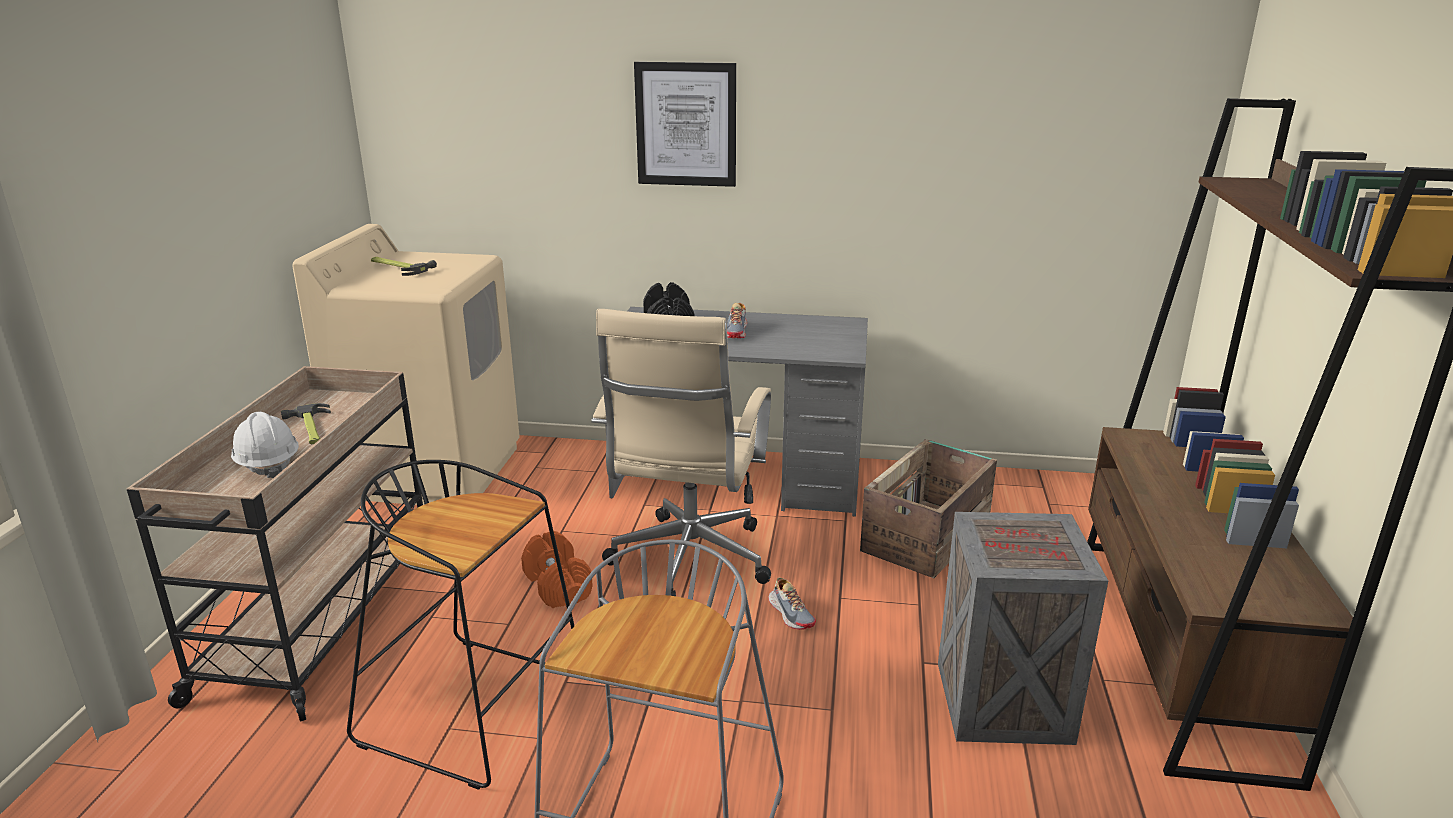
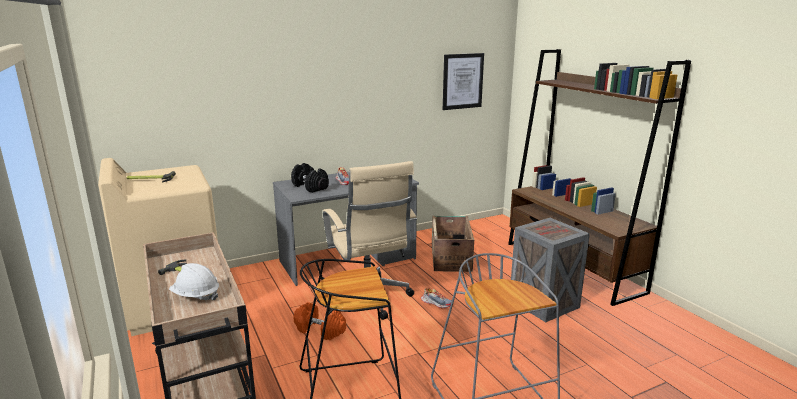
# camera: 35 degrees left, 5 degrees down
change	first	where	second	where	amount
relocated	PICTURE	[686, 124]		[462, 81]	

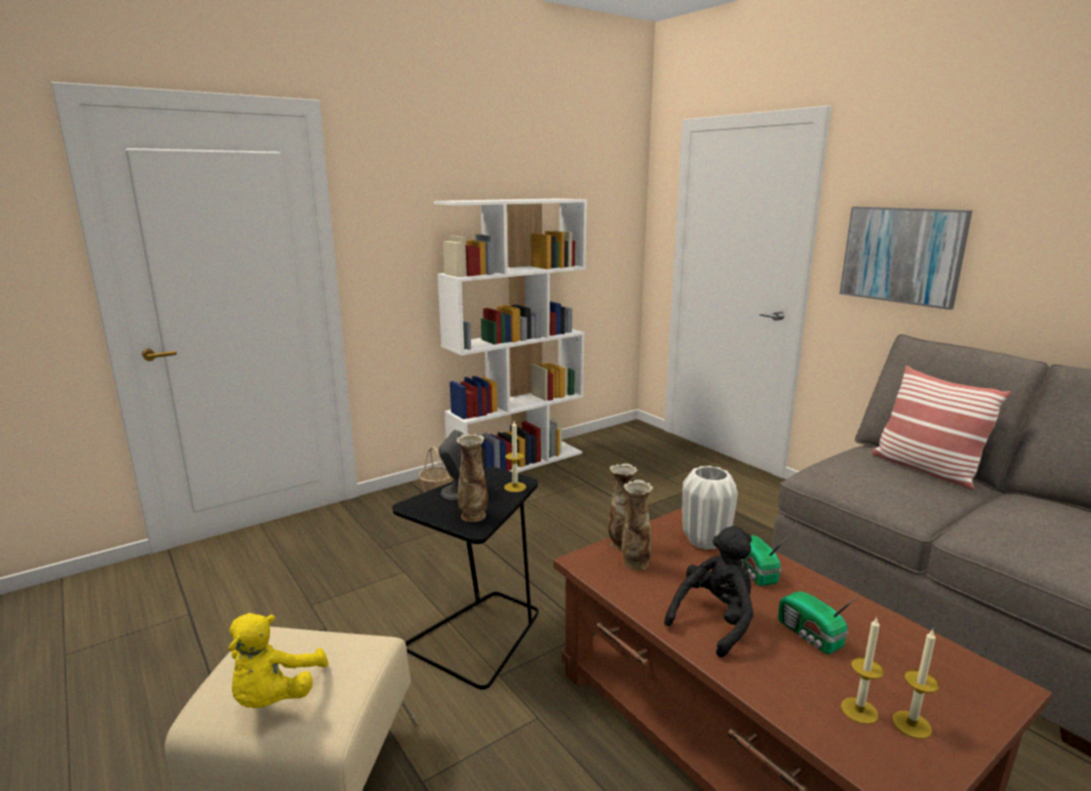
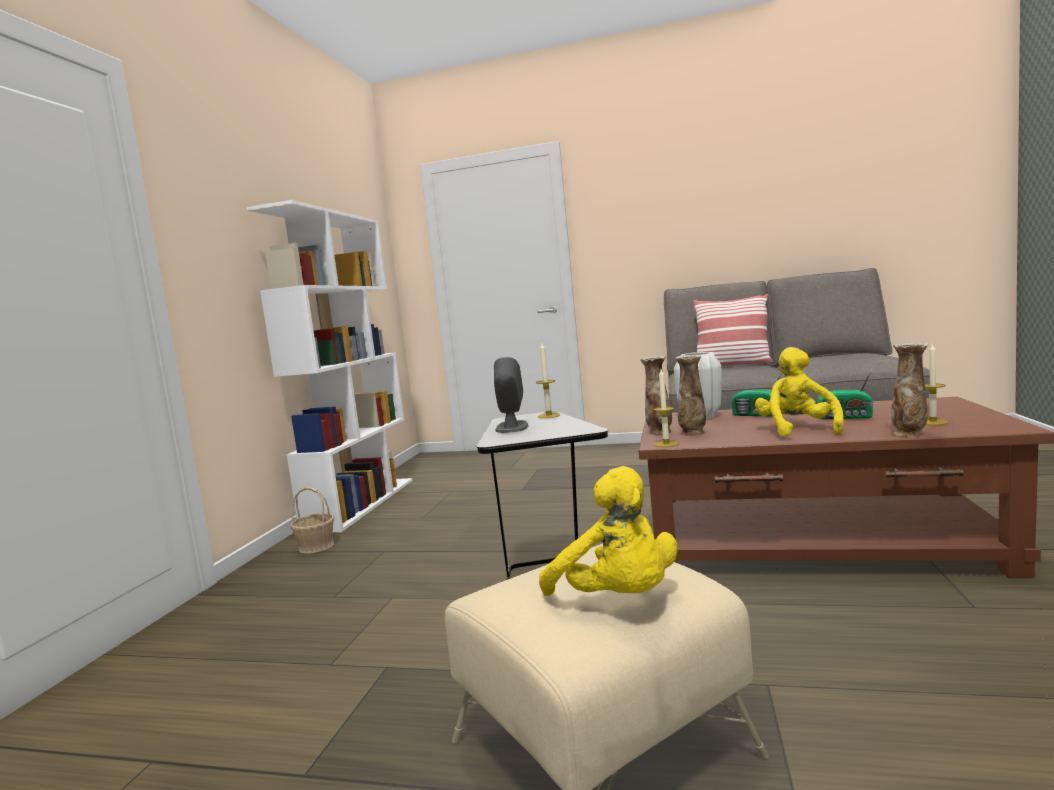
# camera: 40 degrees left, 10 degrees down
change	first	where	second	where	amount
relocated	CANDLE	[911, 724]		[666, 444]	
colour	BLACK PLUSH TOY	[715, 621]	YELLOW PLUSH TOY	[797, 429]	
relocated	VASE	[473, 516]		[910, 434]	
missing	PICTURE	[902, 255]			

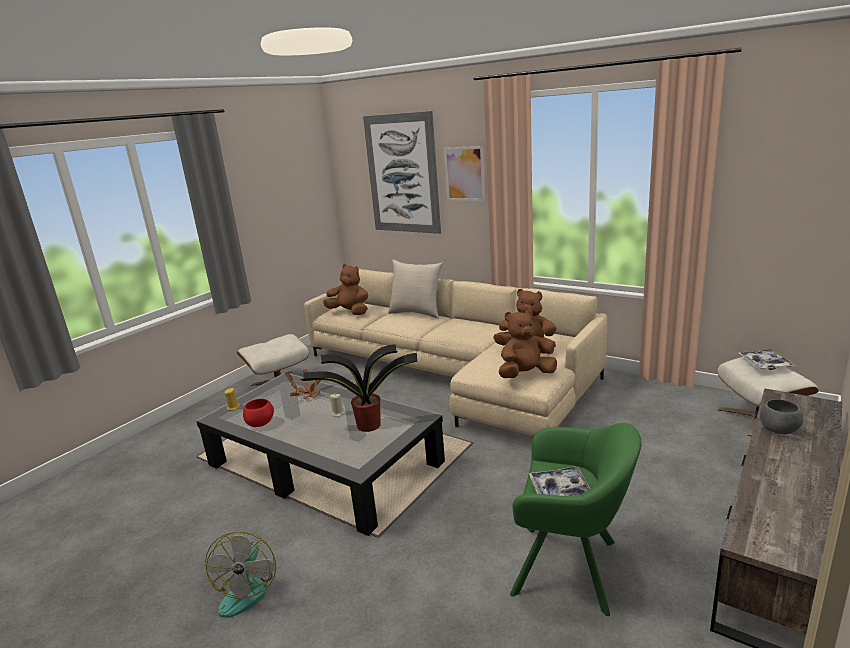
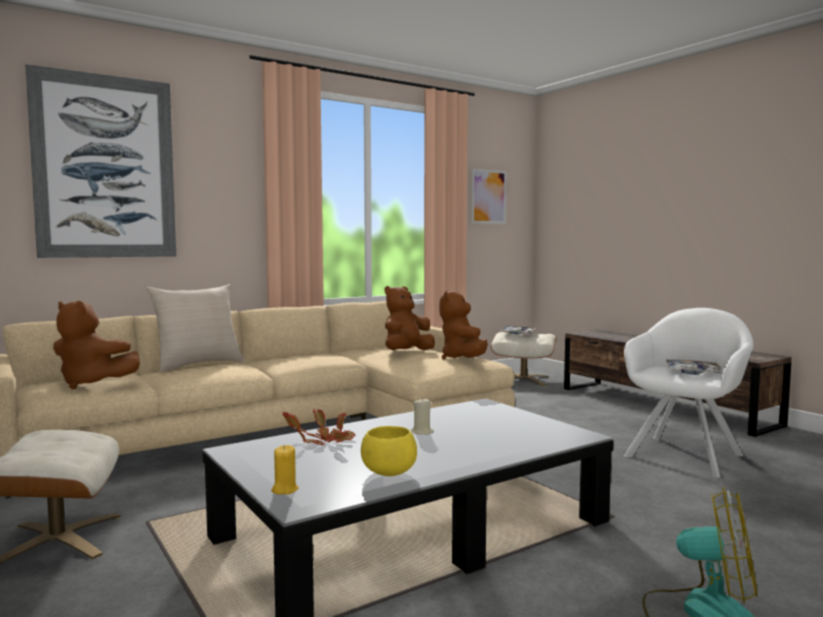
# camera: 70 degrees left, 15 degrees down
change	first	where	second	where	amount
spun	BROWN PLUSH TOY	[350, 312]		[91, 383]	120 degrees counterclockwise
colour	RED BOWL	[261, 424]	YELLOW BOWL	[389, 473]	
relocated	PICTURE	[464, 174]		[488, 196]	
colour	GREEN ARMCHAIR	[572, 569]	WHITE ARMCHAIR	[686, 454]	
missing	POTTED PLANT	[367, 425]			
missing	GREY BOWL	[779, 430]			

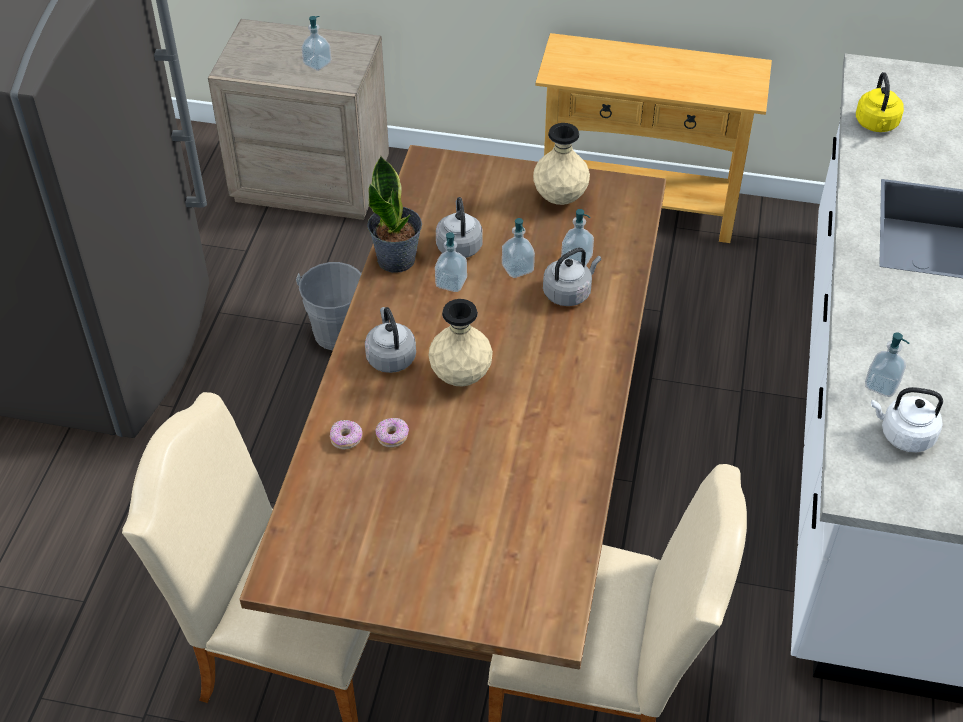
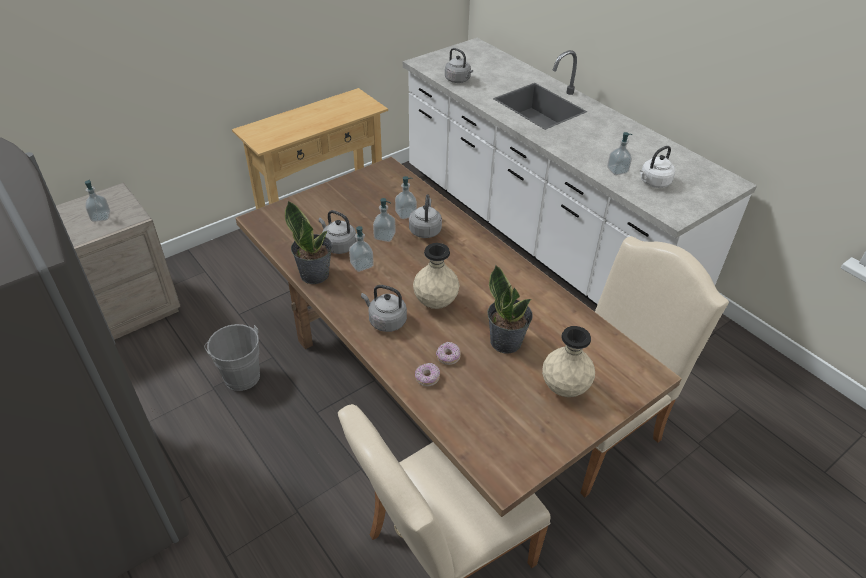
# camera: 50 degrees left, 5 degrees down
change	first	where	second	where	amount
colour	YELLOW KETTLE	[876, 125]	GREY KETTLE	[458, 80]	
appeared			POTTED PLANT	[506, 341]	
relocated	BEIGE VASE	[560, 198]		[564, 388]	

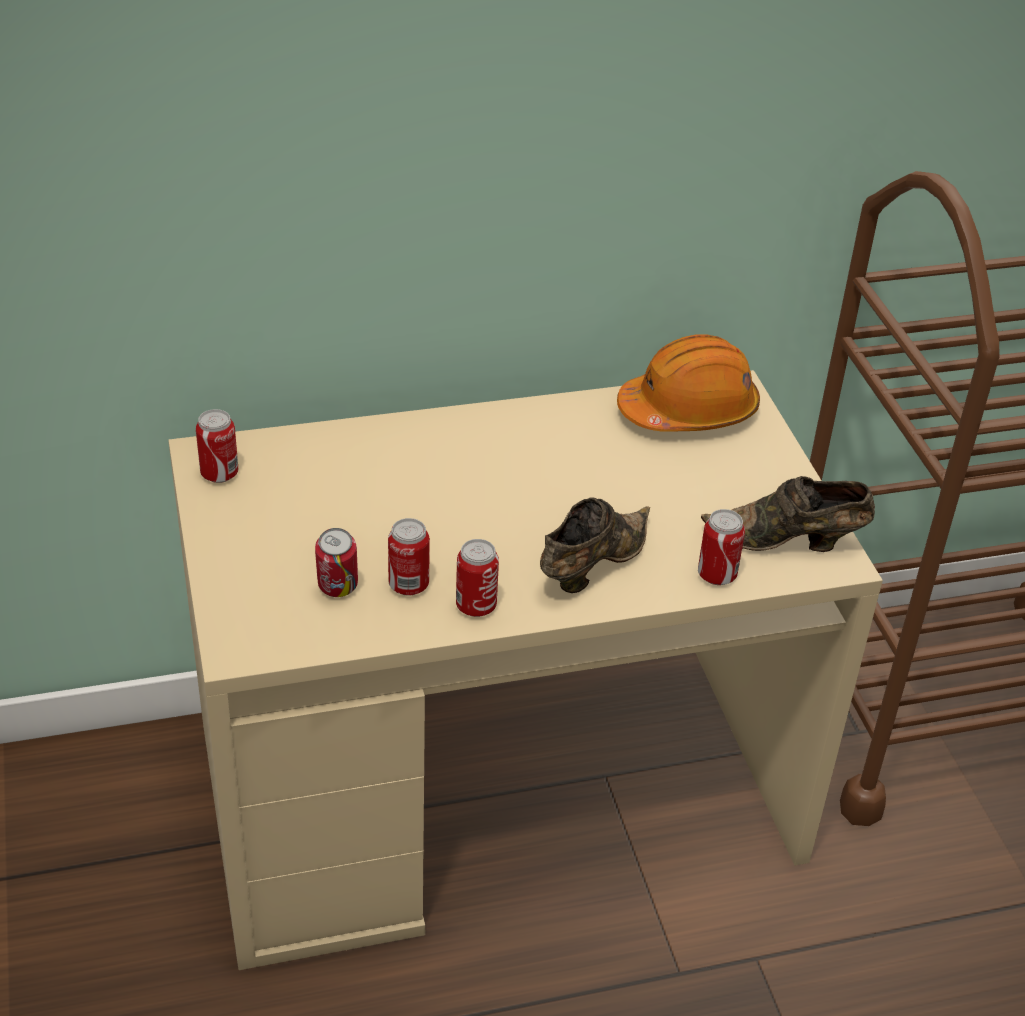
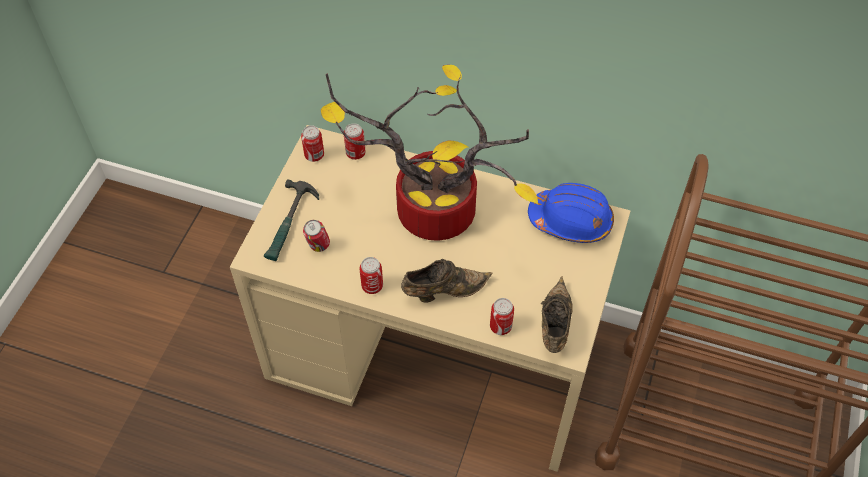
# camera: 35 degrees right, 15 degrees up
change	first	where	second	where	amount
appeared			HAMMER	[290, 224]	
appeared			POTTED PLANT	[429, 214]	
relocated	CAN	[408, 585]		[355, 153]	
colour	ORANGE HARD HAT	[688, 411]	BLUE HARD HAT	[571, 221]	
spun	BROWN SHOE	[788, 542]		[554, 326]	60 degrees clockwise

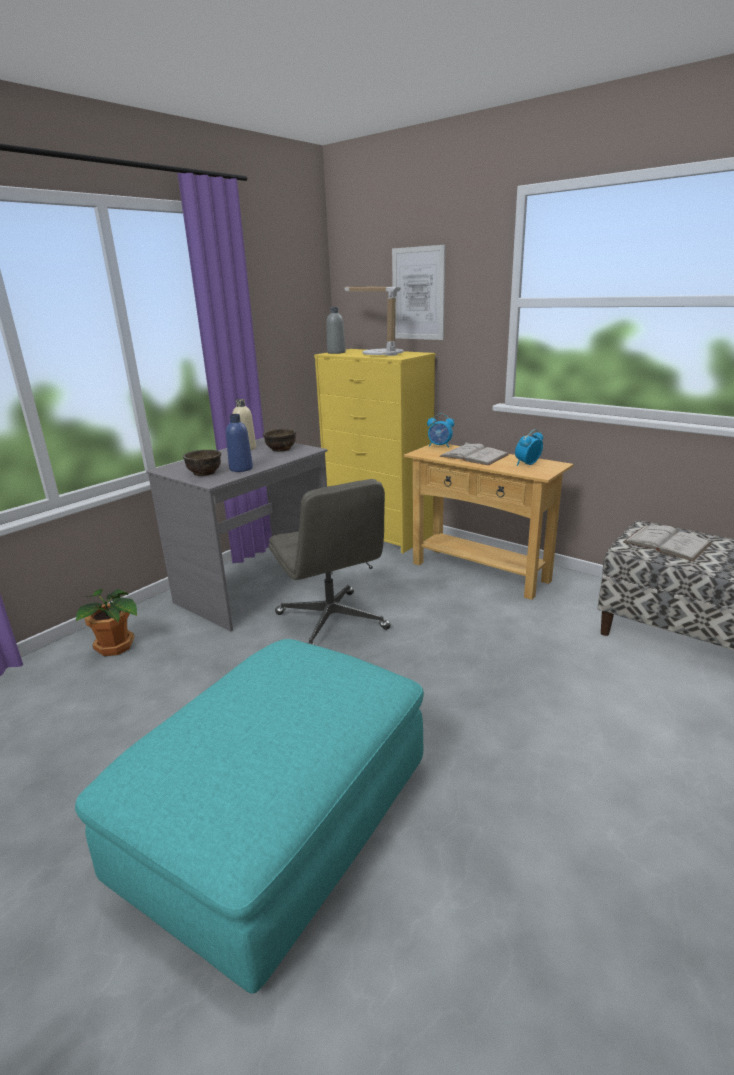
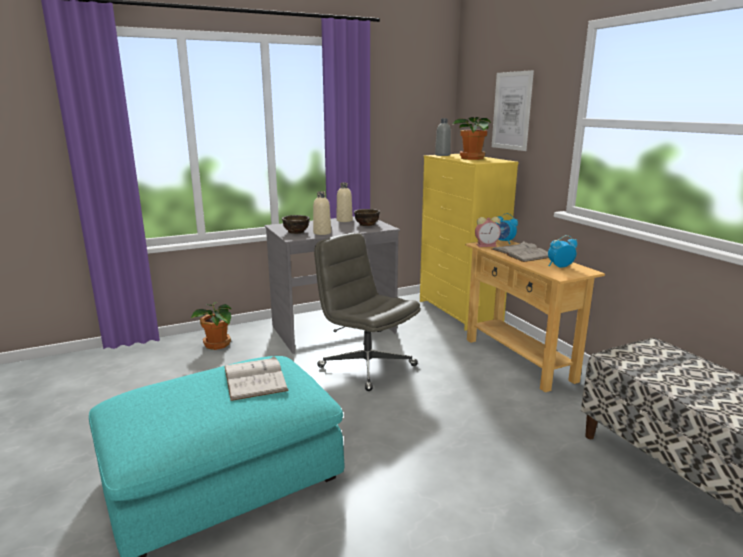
# camera: 25 degrees right, 5 degrees down
change	first	where	second	where	amount
relocated	WHITE BOOK	[666, 543]		[255, 378]	
colour	BLUE BOTTLE	[241, 469]	BEIGE BOTTLE	[322, 233]	
spun	GREY OFFICE CHAIR	[332, 622]		[366, 366]	135 degrees clockwise
exchanged	TABLE LAMP	[379, 353]	POTTED PLANT	[471, 158]	
appeared			ALARM CLOCK	[487, 245]	

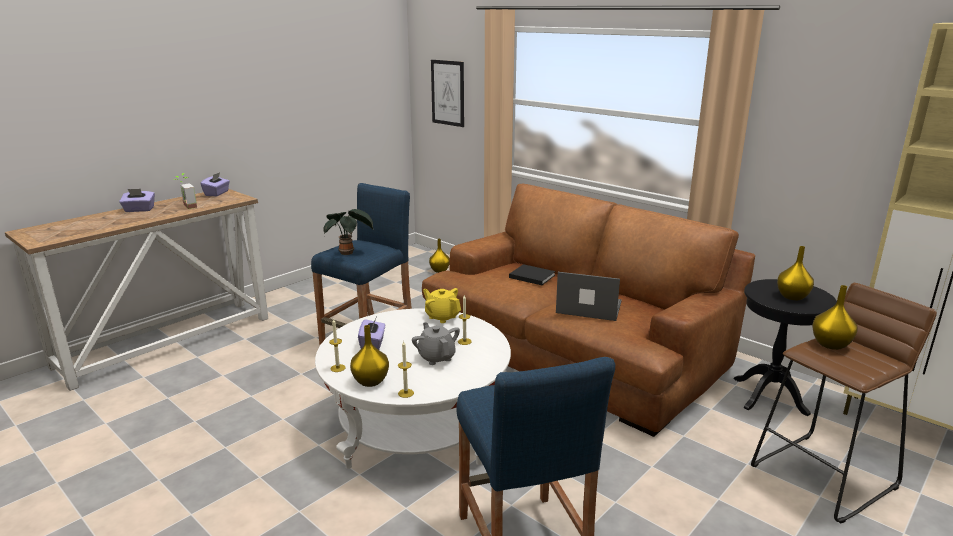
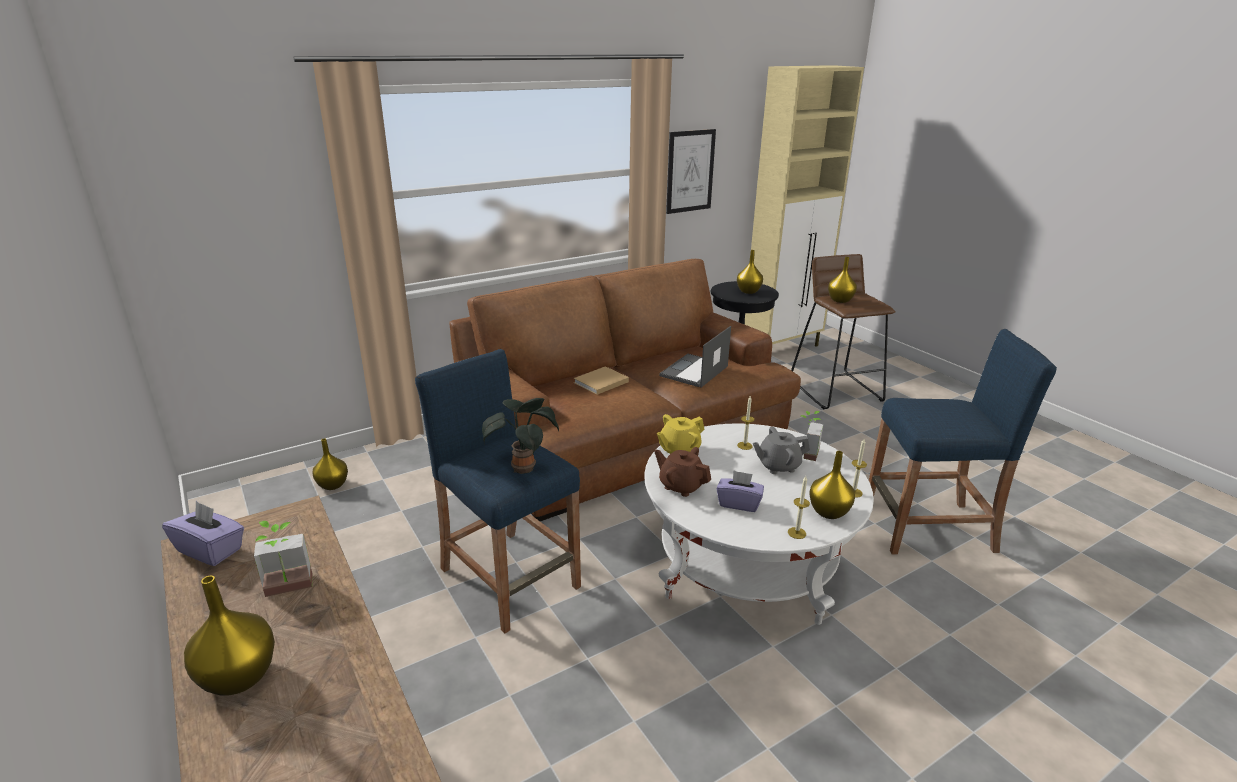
# camera: 75 degrees left, 5 degrees up
change	first	where	second	where	amount
exchanged	PURPLE TISSUE BOX	[139, 210]	YELLOW VASE	[238, 676]	
colour	BLACK BOOK	[531, 276]	BEIGE BOOK	[600, 382]	
appeared			BROWN TEAPOT	[681, 486]	
relocated	PICTURE	[448, 93]		[690, 171]	
appeared			POTTED PLANT	[806, 452]	

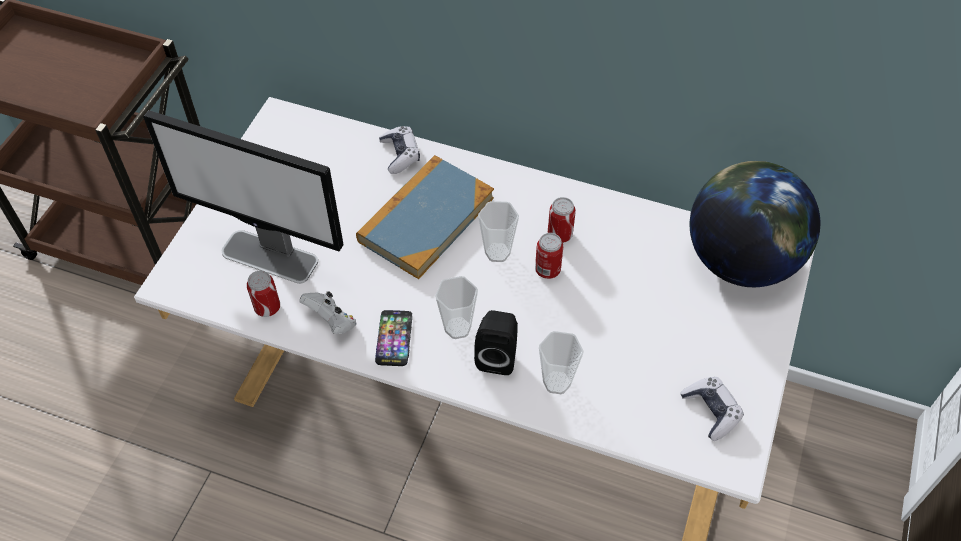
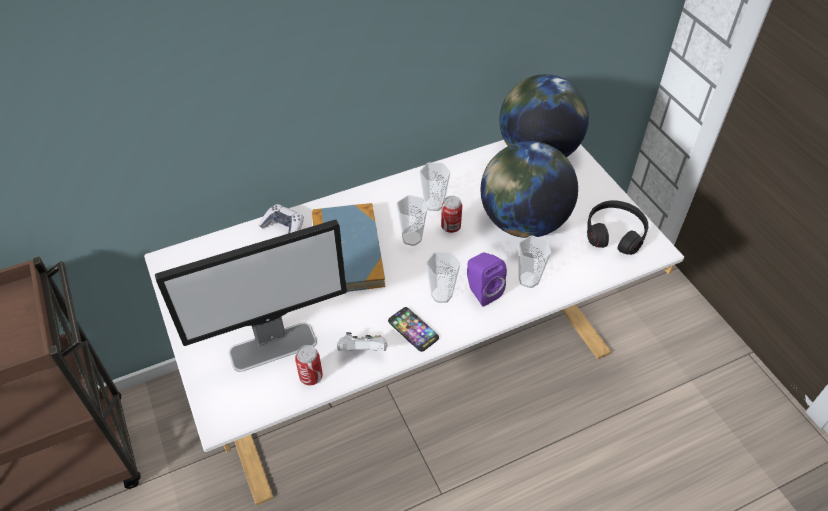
# camera: 45 degrees left, 5 degrees down
change	first	where	second	where	amount
exchanged	CAN	[560, 235]	CUP	[434, 204]	
colour	BLACK SPEAKER	[497, 355]	PURPLE SPEAKER	[481, 291]	
appeared			GLOBE	[522, 222]	
exchanged	GAME CONTROLLER	[711, 411]	BLACK HEADPHONES	[615, 233]	

